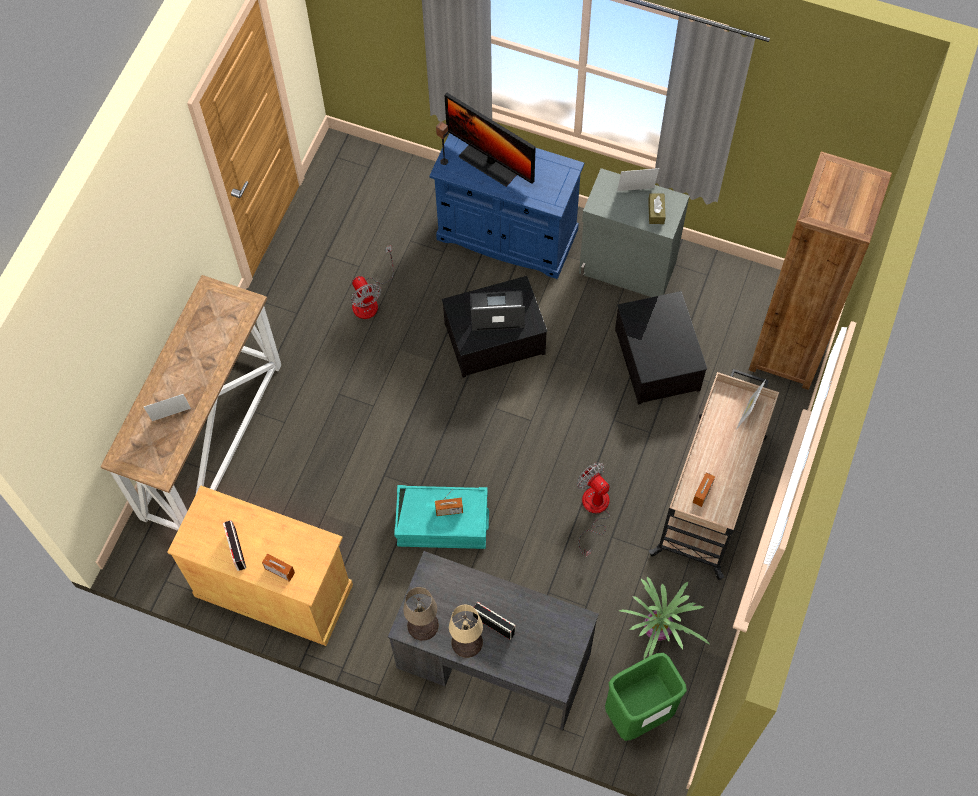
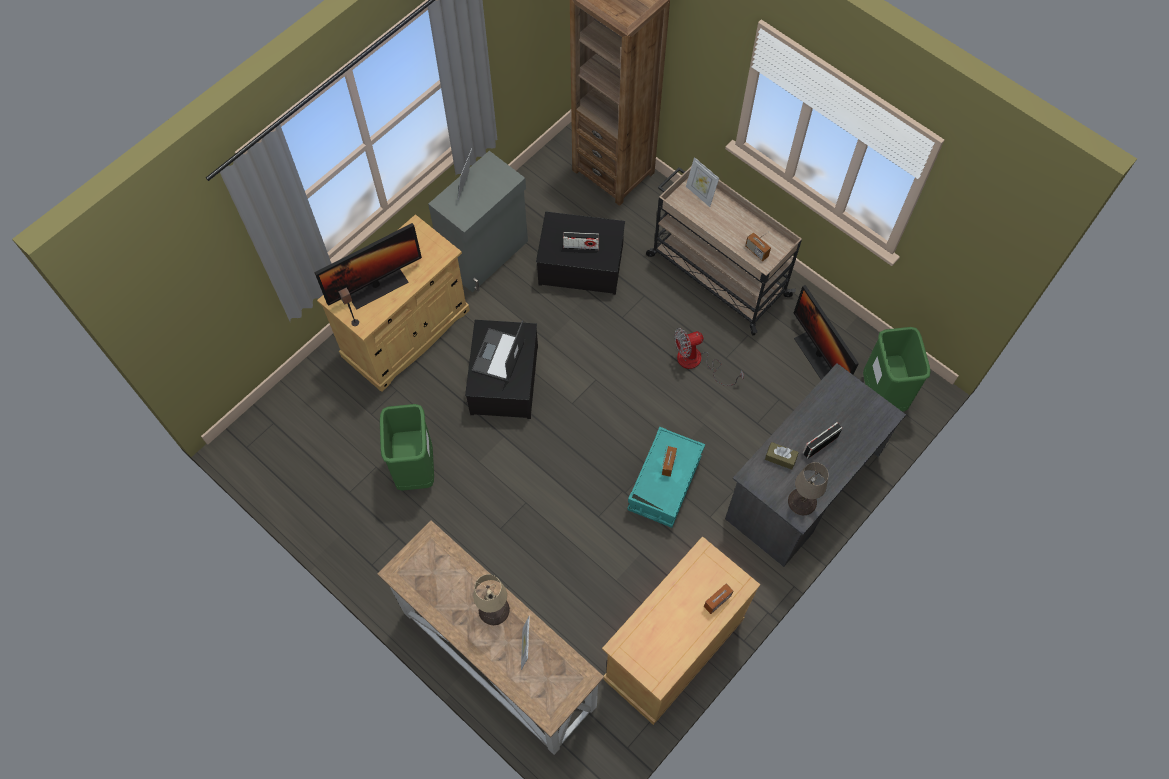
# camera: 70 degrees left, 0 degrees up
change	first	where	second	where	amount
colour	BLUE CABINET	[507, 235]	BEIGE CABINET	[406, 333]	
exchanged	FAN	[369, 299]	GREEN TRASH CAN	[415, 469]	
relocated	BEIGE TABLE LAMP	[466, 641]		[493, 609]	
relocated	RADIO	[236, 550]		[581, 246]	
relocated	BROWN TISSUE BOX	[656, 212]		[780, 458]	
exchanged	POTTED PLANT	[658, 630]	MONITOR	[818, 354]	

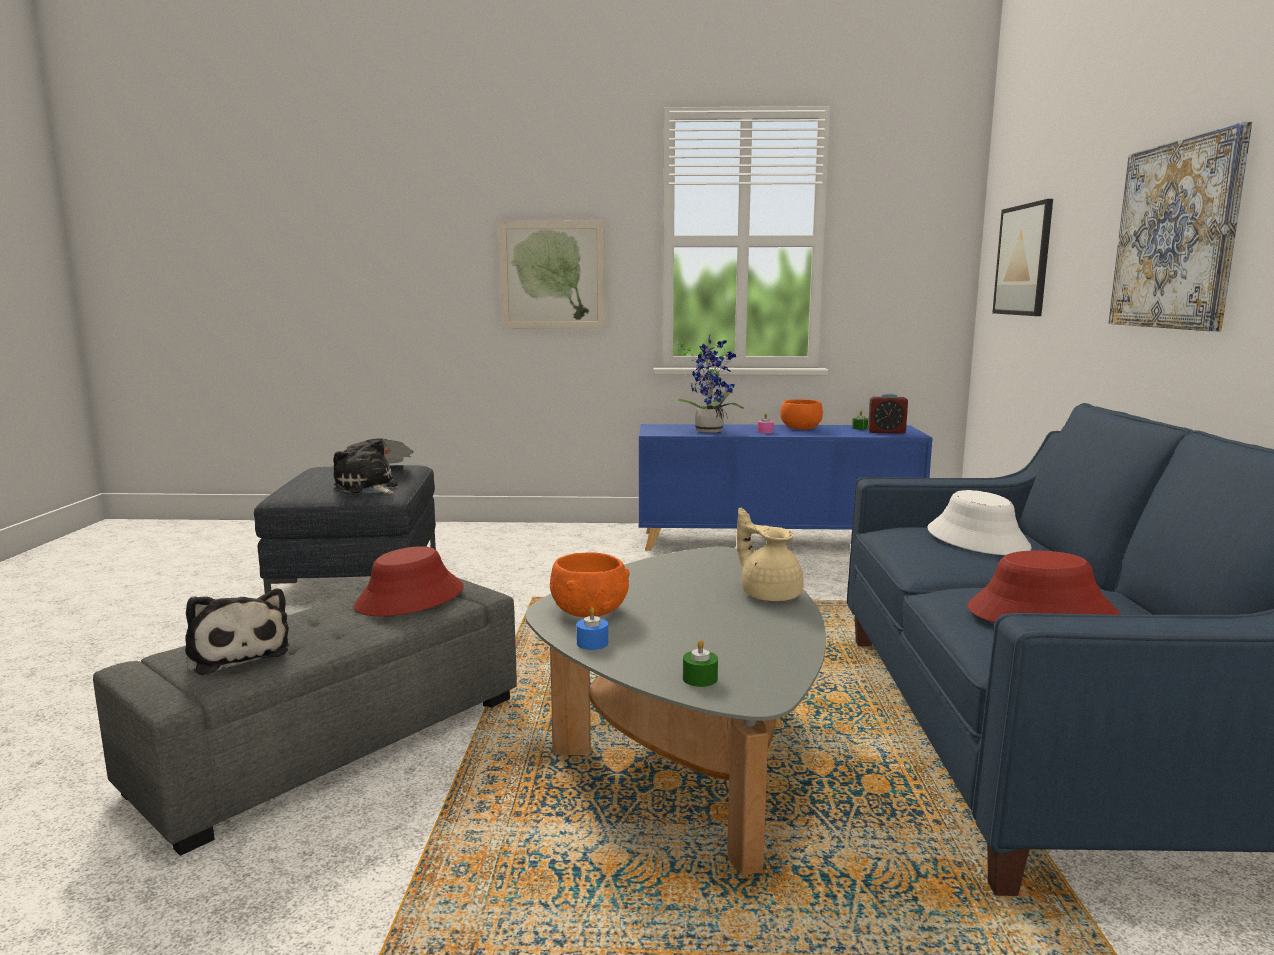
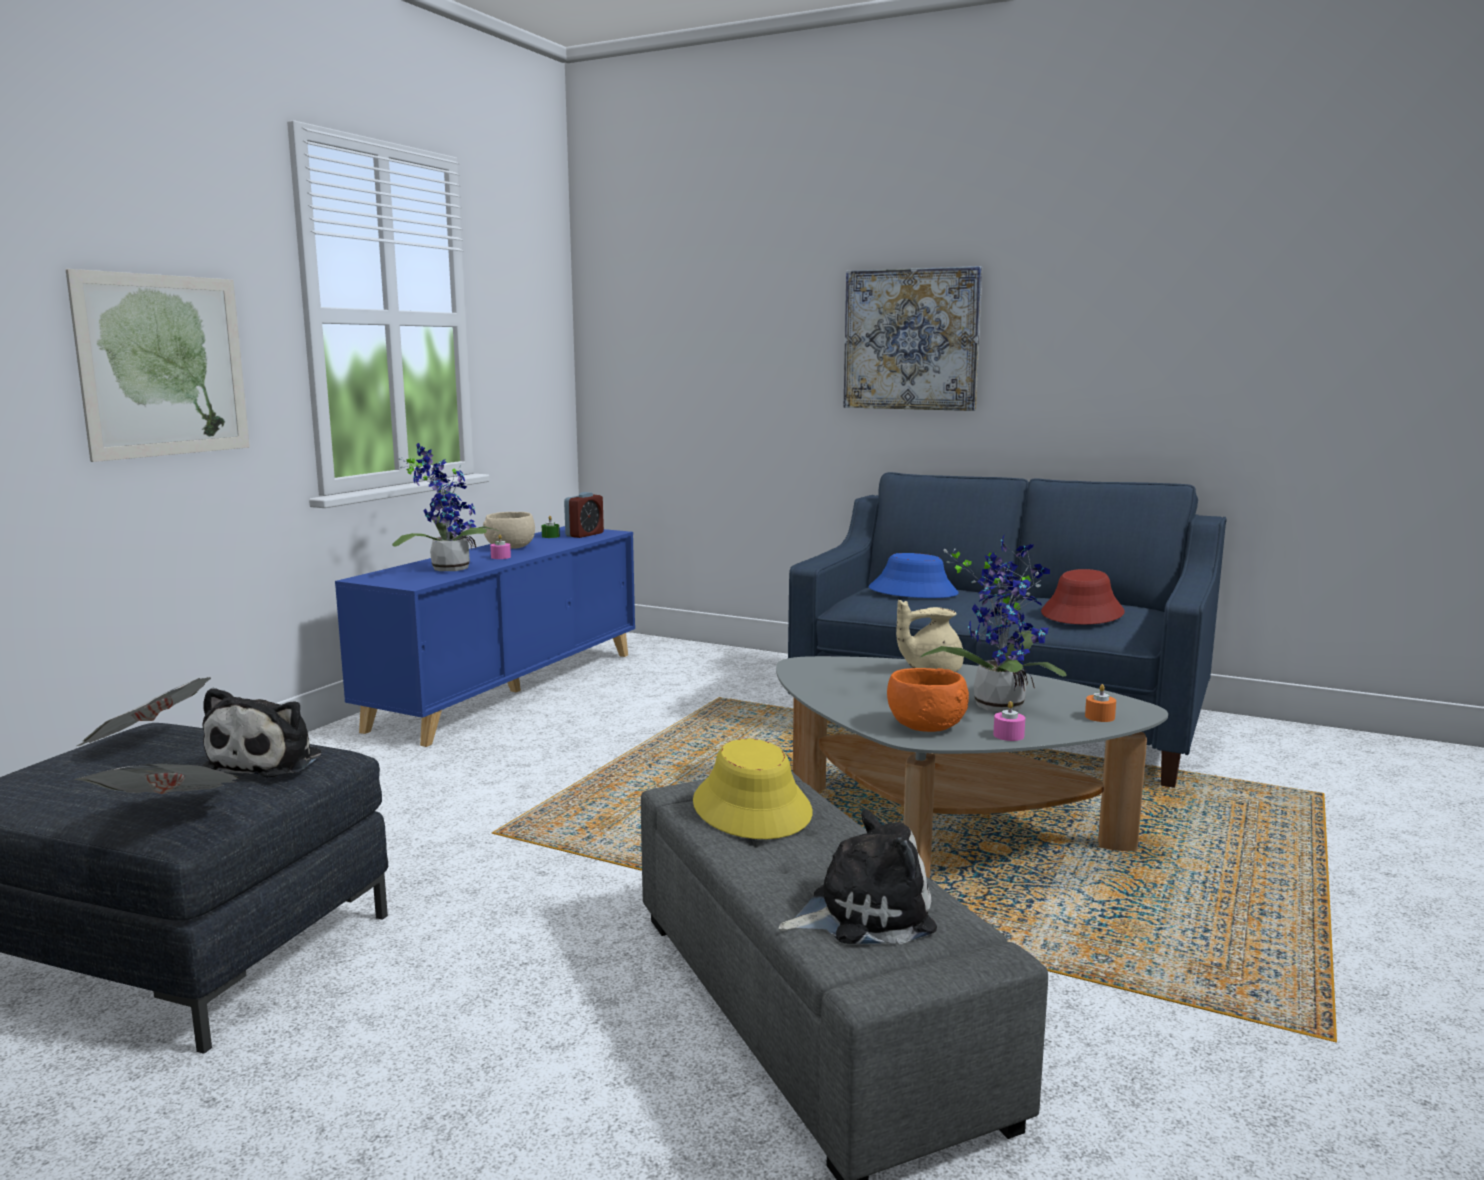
# camera: 65 degrees left, 0 degrees up
change	first	where	second	where	amount
appeared			NEWSPAPER	[170, 817]	
spun	PLUSH TOY	[367, 487]		[269, 761]	60 degrees counterclockwise
colour	ORANGE BOWL	[800, 428]	BEIGE BOWL	[510, 547]	
colour	RED HAT	[410, 598]	YELLOW HAT	[752, 808]	
colour	WHITE HAT	[977, 539]	BLUE HAT	[913, 592]	
appeared			POTTED PLANT	[999, 704]	
colour	BLUE CANDLE	[592, 643]	PINK CANDLE	[1008, 735]	
colour	GREEN CANDLE	[700, 679]	ORANGE CANDLE	[1099, 717]	
missing	PICTURE	[1023, 260]			

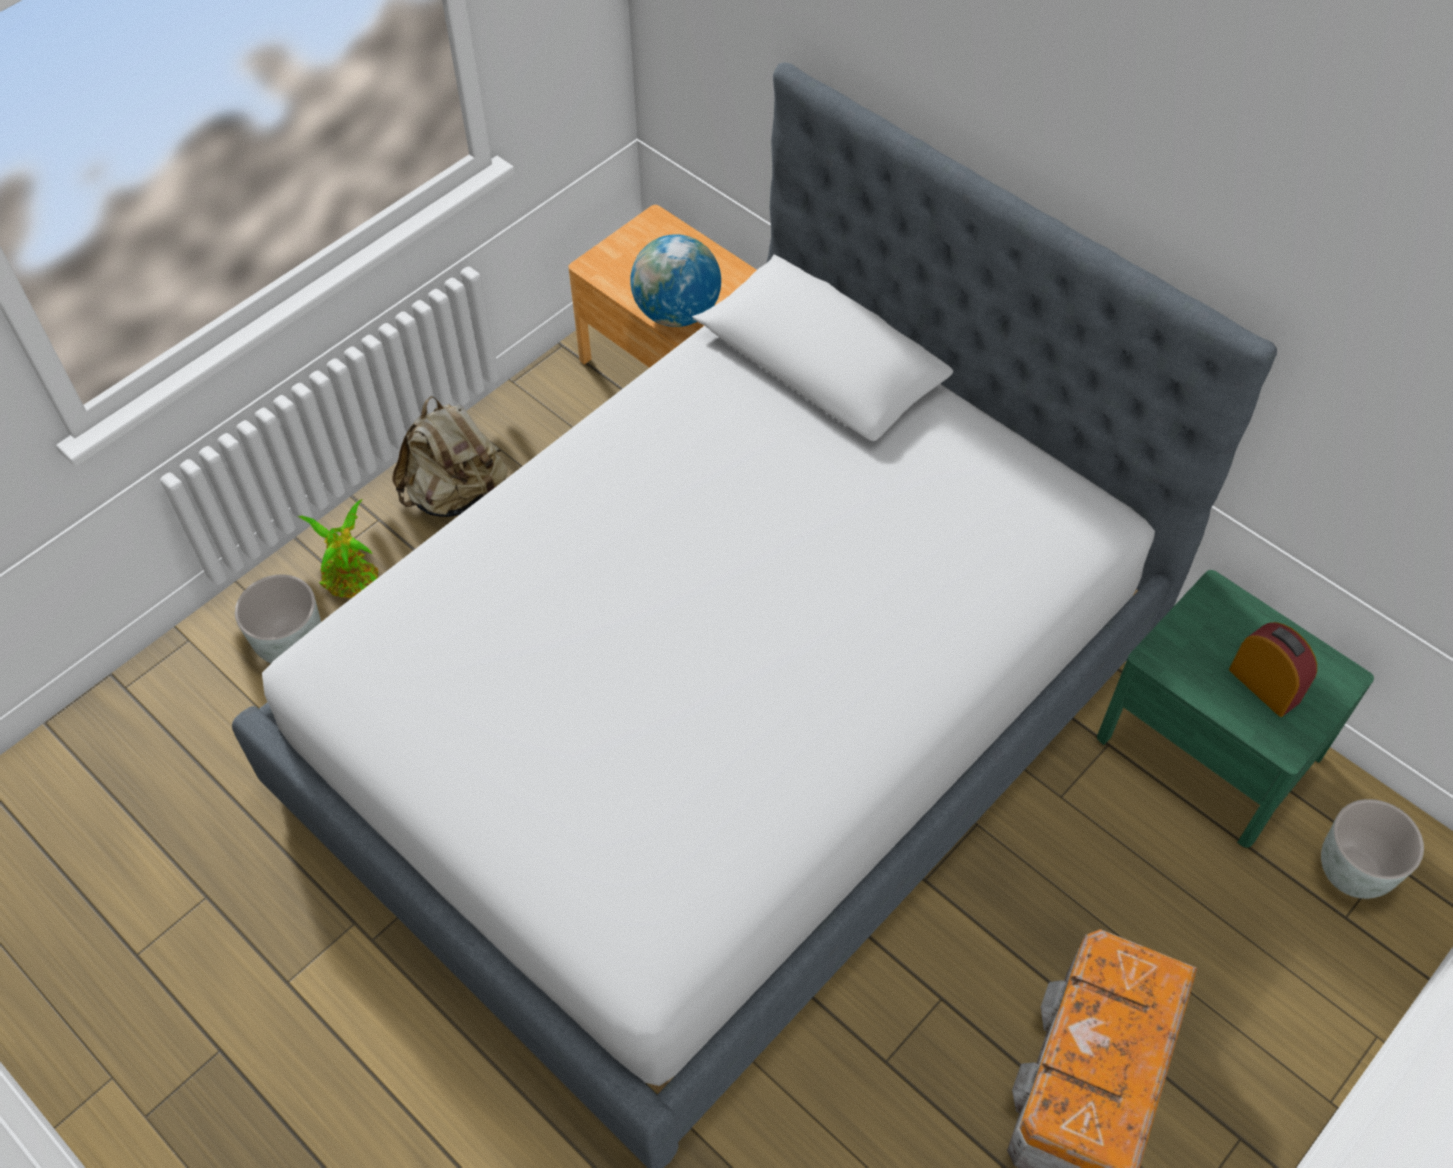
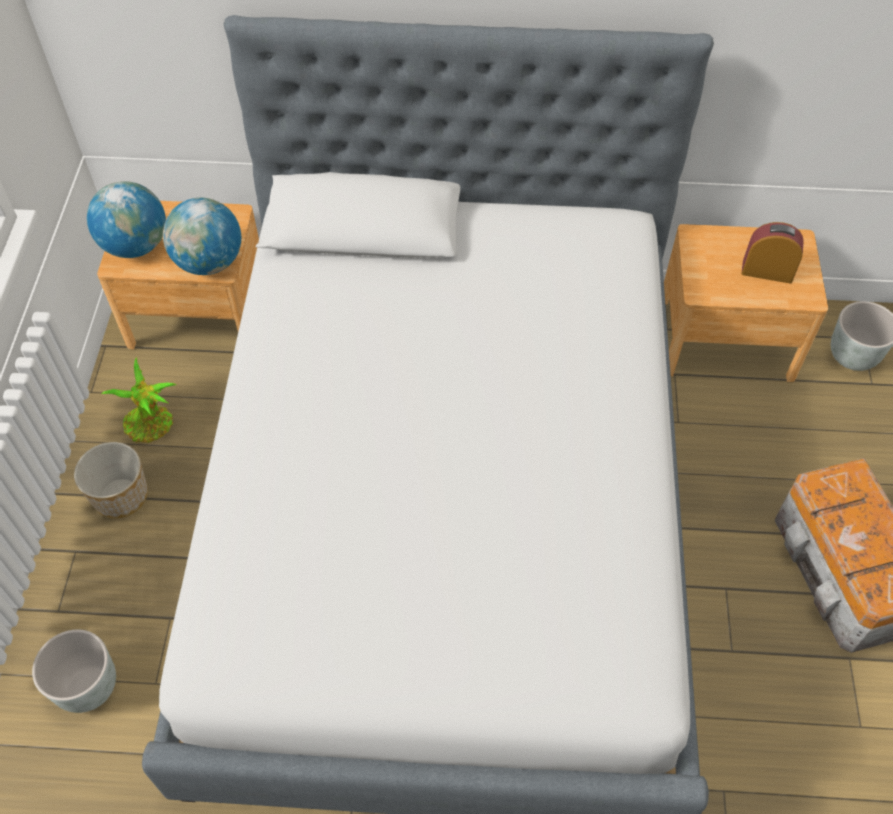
# camera: 40 degrees left, 0 degrees up
change	first	where	second	where	amount
exchanged	BEIGE BACKPACK	[456, 495]	PLANTER	[120, 495]	
appeared			GLOBE	[136, 245]	
relocated	POTTED PLANT	[353, 580]		[152, 426]	
colour	GREEN NIGHTSTAND	[1209, 746]	BROWN NIGHTSTAND	[725, 338]	

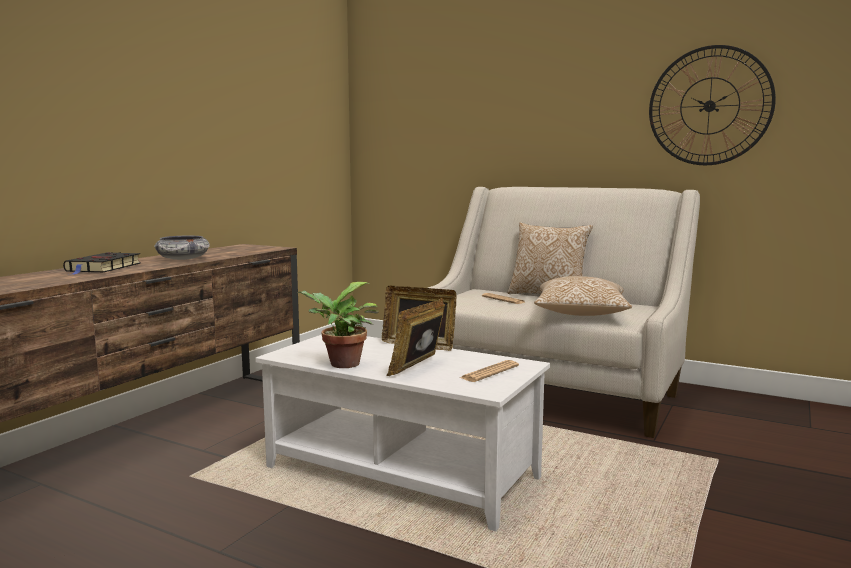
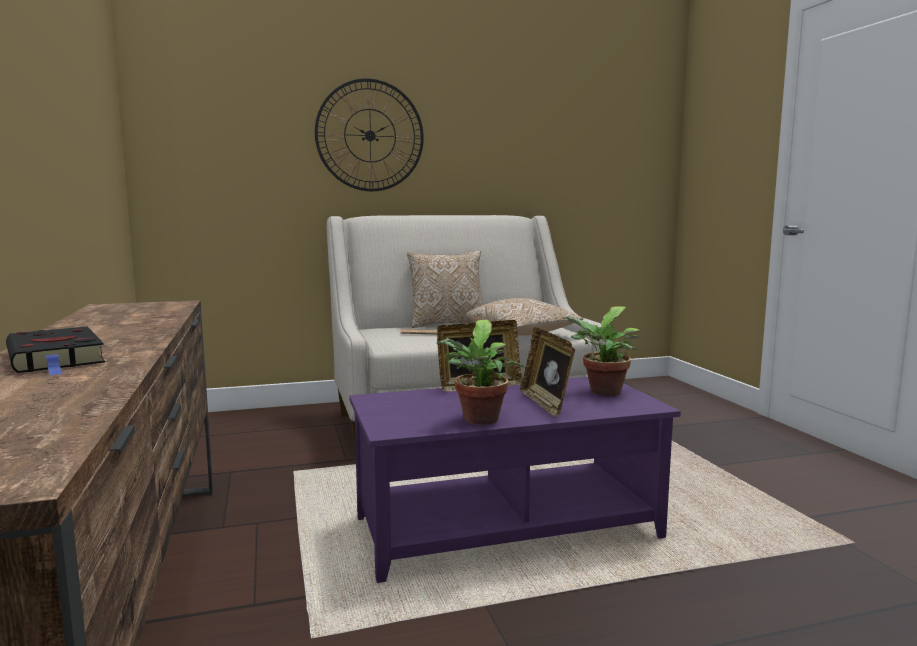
# camera: 45 degrees left, 0 degrees up
change	first	where	second	where	amount
relocated	WALL CLOCK	[709, 106]		[370, 135]	
colour	WHITE COFFEE TABLE	[403, 472]	PURPLE COFFEE TABLE	[506, 526]	
exchanged	NEWSPAPER	[489, 372]	POTTED PLANT	[602, 392]	
missing	BOWL	[183, 259]			

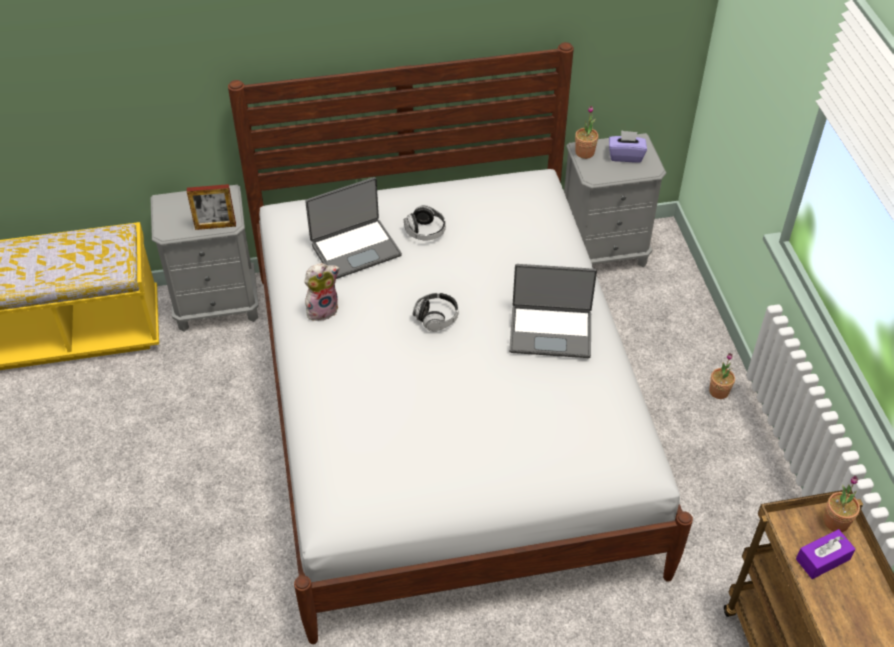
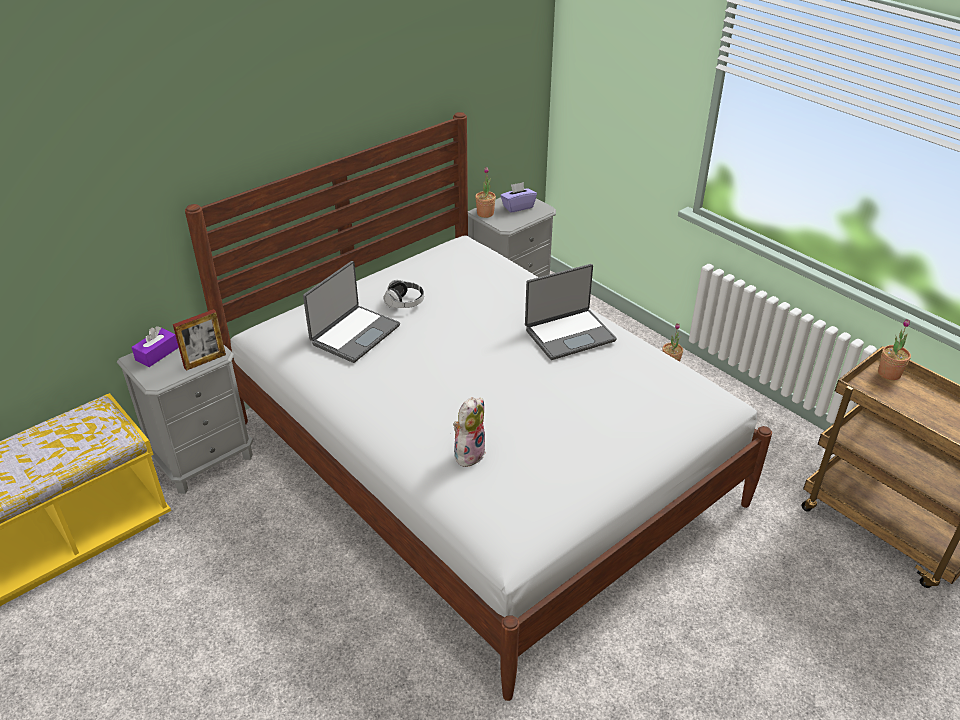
# camera: 30 degrees left, 10 degrees down
change	first	where	second	where	amount
relocated	PURPLE TISSUE BOX	[822, 559]		[157, 354]	
relocated	PLUSH TOY	[322, 309]		[468, 453]	
missing	HEADPHONES	[436, 318]			

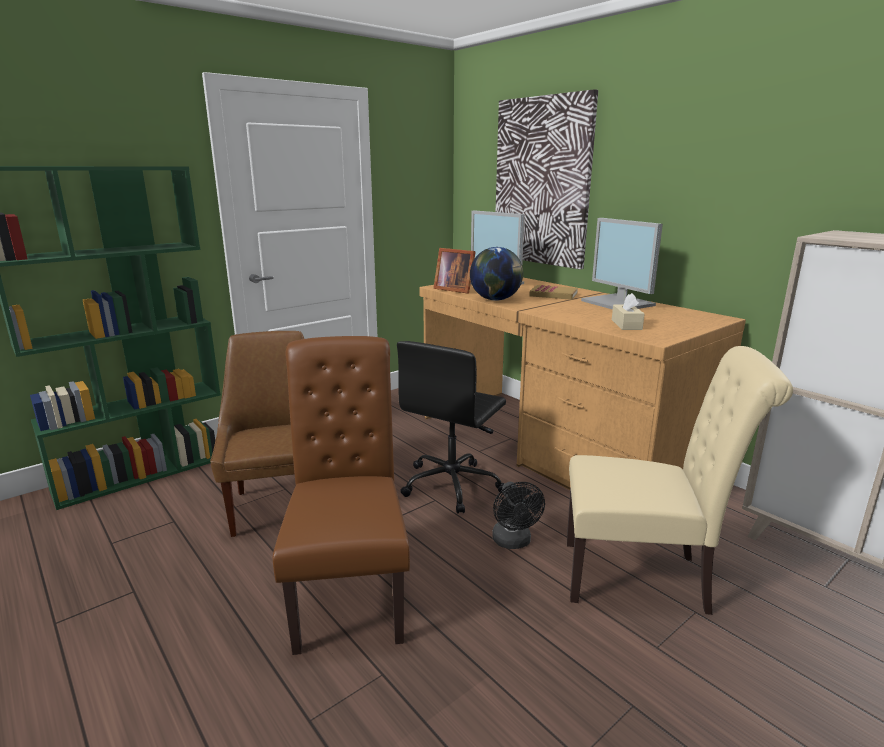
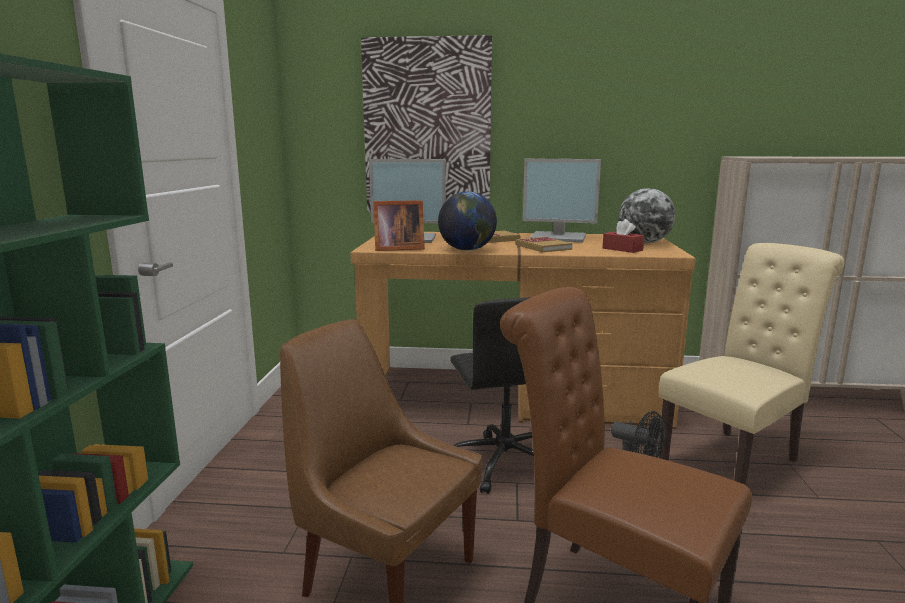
# camera: 45 degrees left, 5 degrees down
change	first	where	second	where	amount
appeared			BOOK	[543, 247]	
colour	BEIGE TISSUE BOX	[626, 325]	RED TISSUE BOX	[622, 249]	
appeared			GLOBE	[644, 243]	

